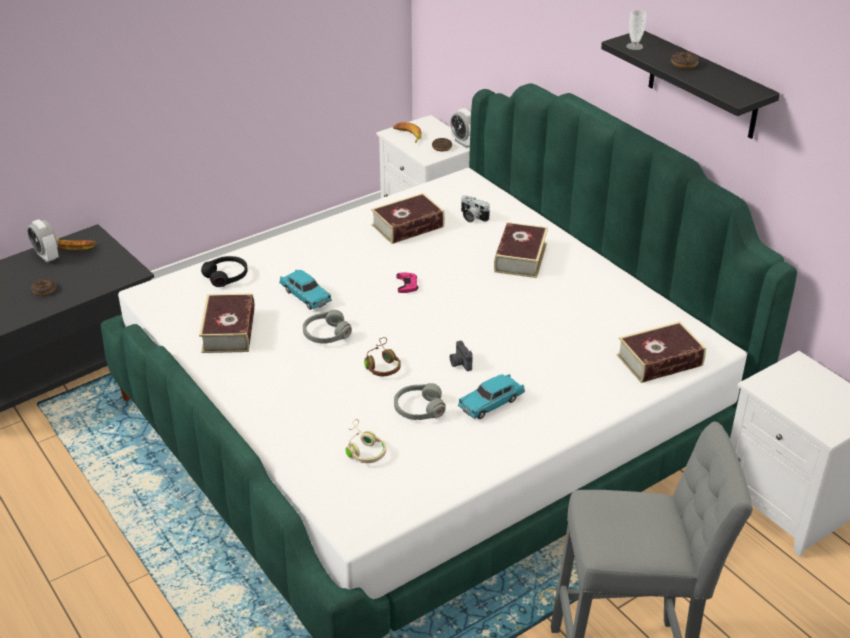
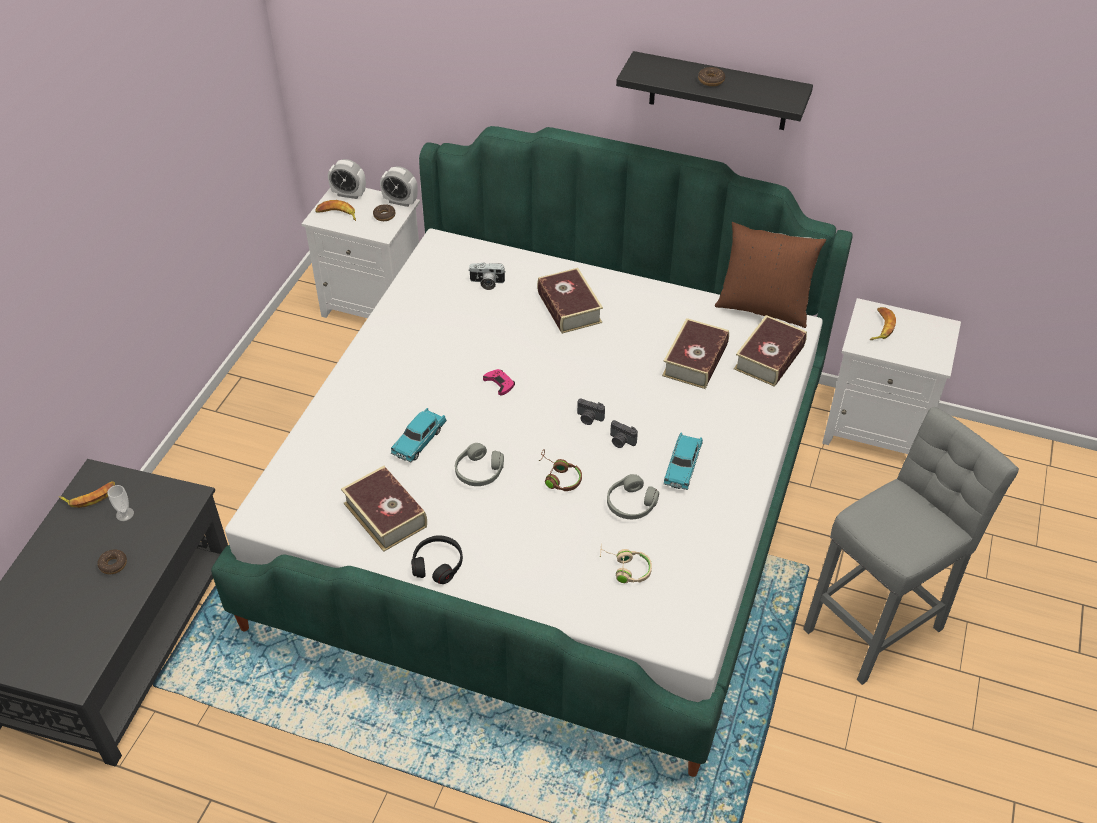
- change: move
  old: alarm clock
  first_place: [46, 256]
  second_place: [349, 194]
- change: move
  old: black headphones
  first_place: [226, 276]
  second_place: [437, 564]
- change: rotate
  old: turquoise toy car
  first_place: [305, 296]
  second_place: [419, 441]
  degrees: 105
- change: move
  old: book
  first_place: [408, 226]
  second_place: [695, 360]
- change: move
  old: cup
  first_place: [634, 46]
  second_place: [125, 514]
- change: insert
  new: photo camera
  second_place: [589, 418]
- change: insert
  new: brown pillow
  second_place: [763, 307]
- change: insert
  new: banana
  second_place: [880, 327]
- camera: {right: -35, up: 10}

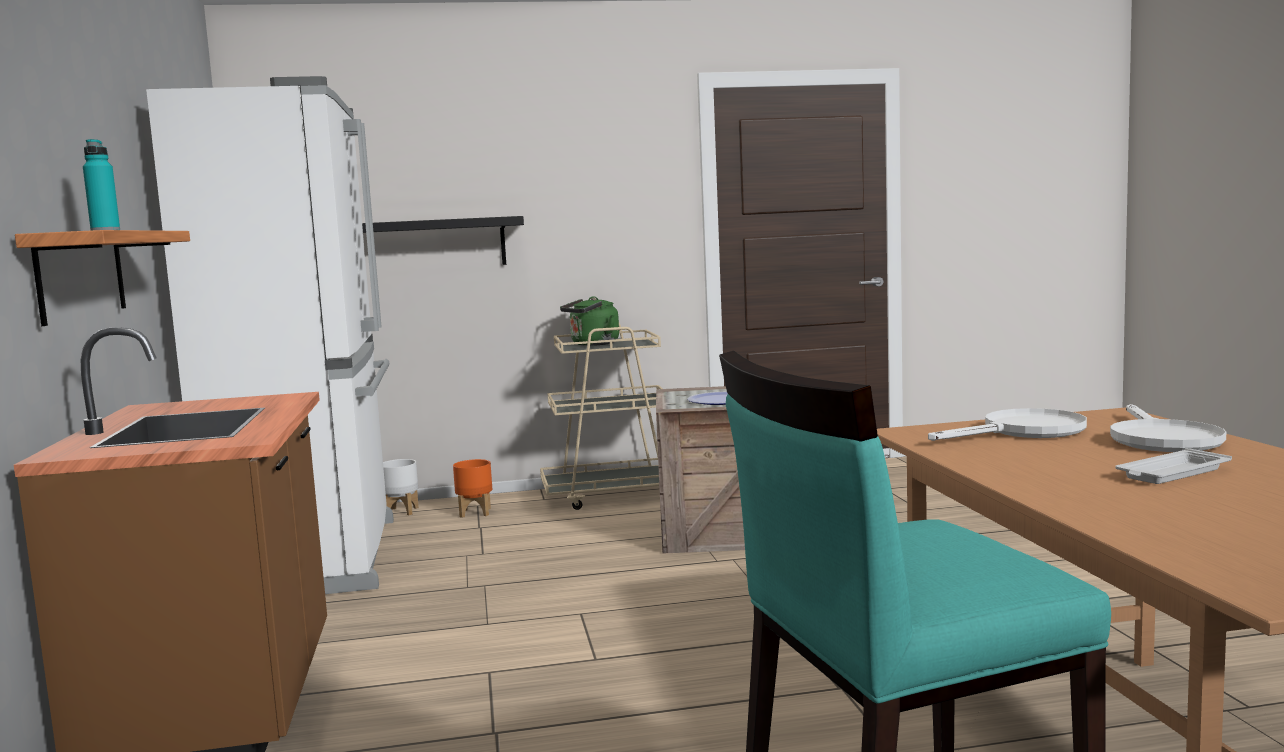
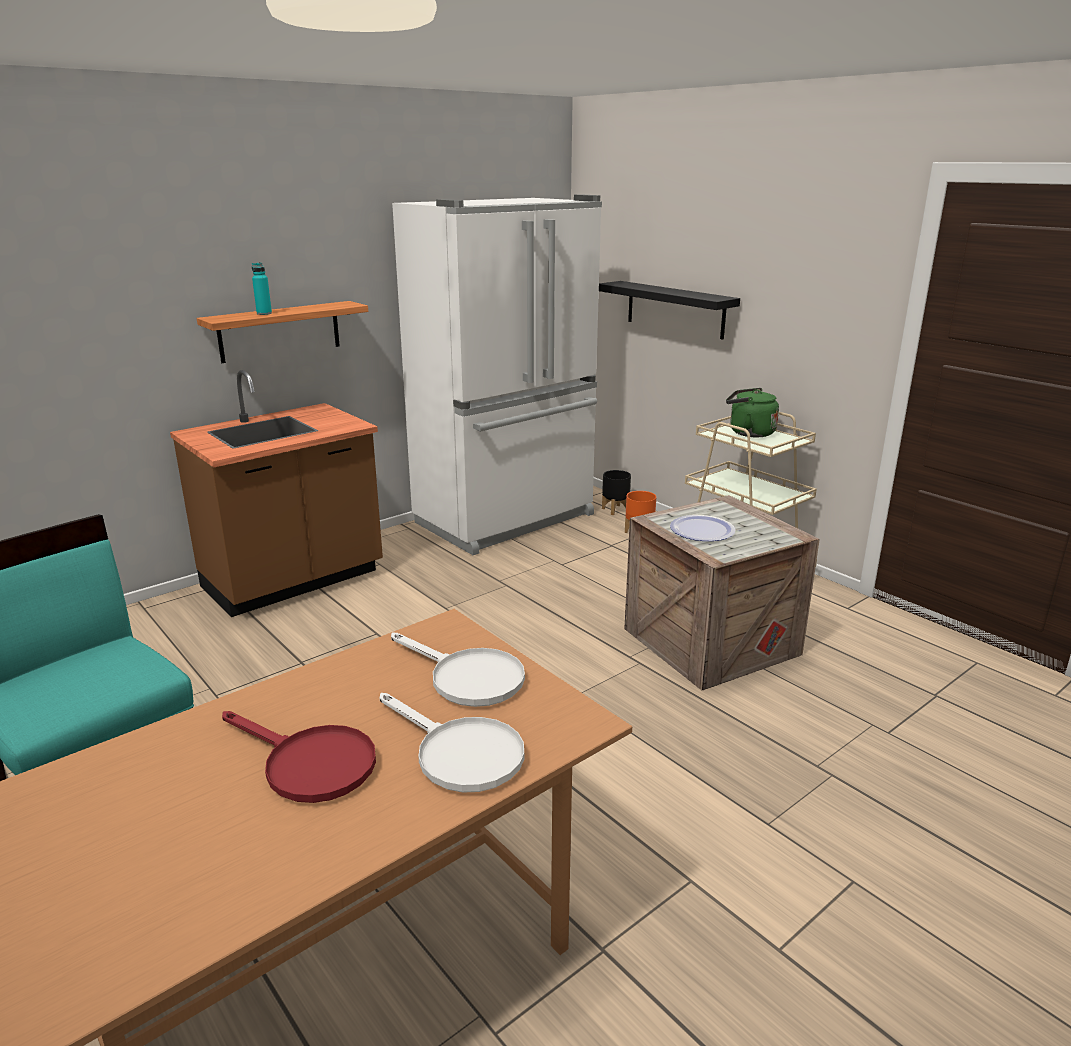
- change: recolor
  old: white planter
  new: black planter
  first_place: [401, 511]
  second_place: [616, 510]
- change: rotate
  old: white frying pan
  first_place: [1160, 439]
  second_place: [459, 753]
  degrees: -120
- change: replace
  old: white tray
  new: red frying pan
  first_place: [1171, 473]
  second_place: [309, 764]
- camera: {right: 60, up: 15}

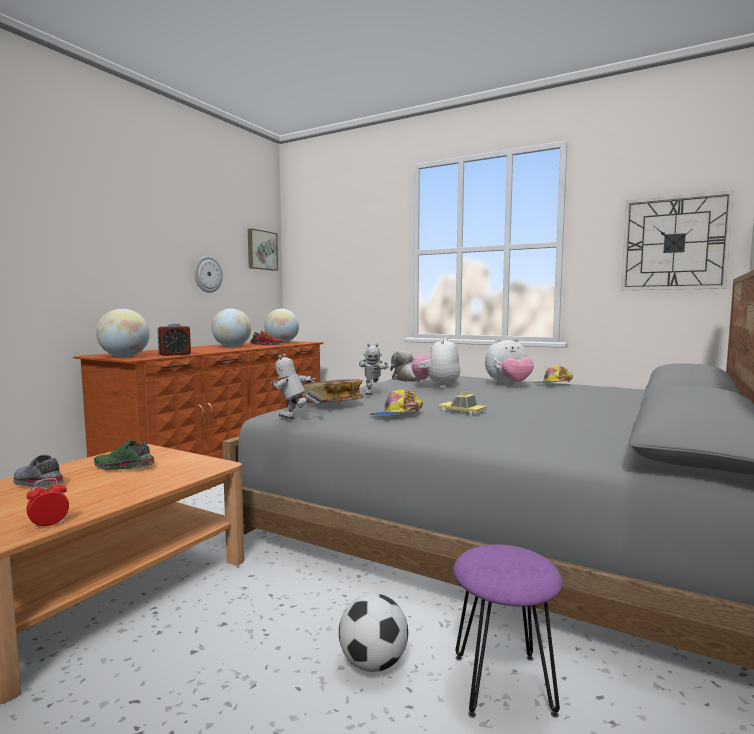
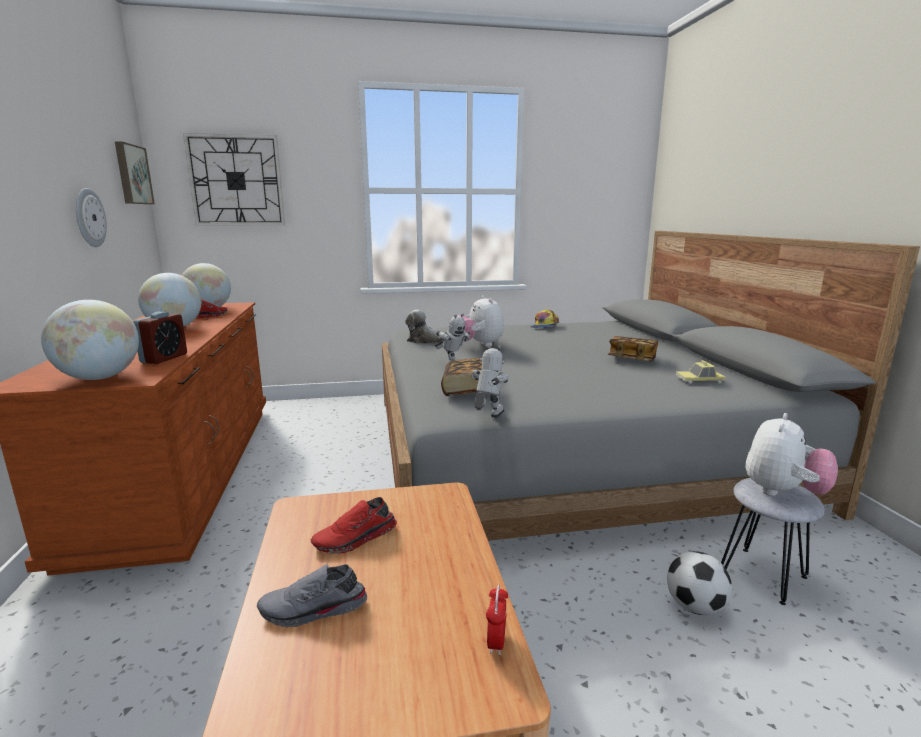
- change: recolor
  old: green shoe
  new: red shoe
  first_place: [123, 467]
  second_place: [356, 539]
- change: rotate
  old: toy robot
  first_place: [295, 420]
  second_place: [487, 418]
  degrees: 135
- change: delete
  old: cap
  first_place: [397, 415]
- change: move
  old: toy car
  first_place: [462, 412]
  second_place: [699, 380]
- change: recolor
  old: purple stool
  new: grey stool
  first_place: [503, 683]
  second_place: [761, 574]
- change: move
  old: plush toy
  first_place: [508, 385]
  second_place: [783, 492]
- change: move
  old: wall clock
  first_place: [674, 243]
  second_place: [236, 181]
- change: insert
  new: book
  second_place: [631, 359]
- camera: {right: -40, up: 10}

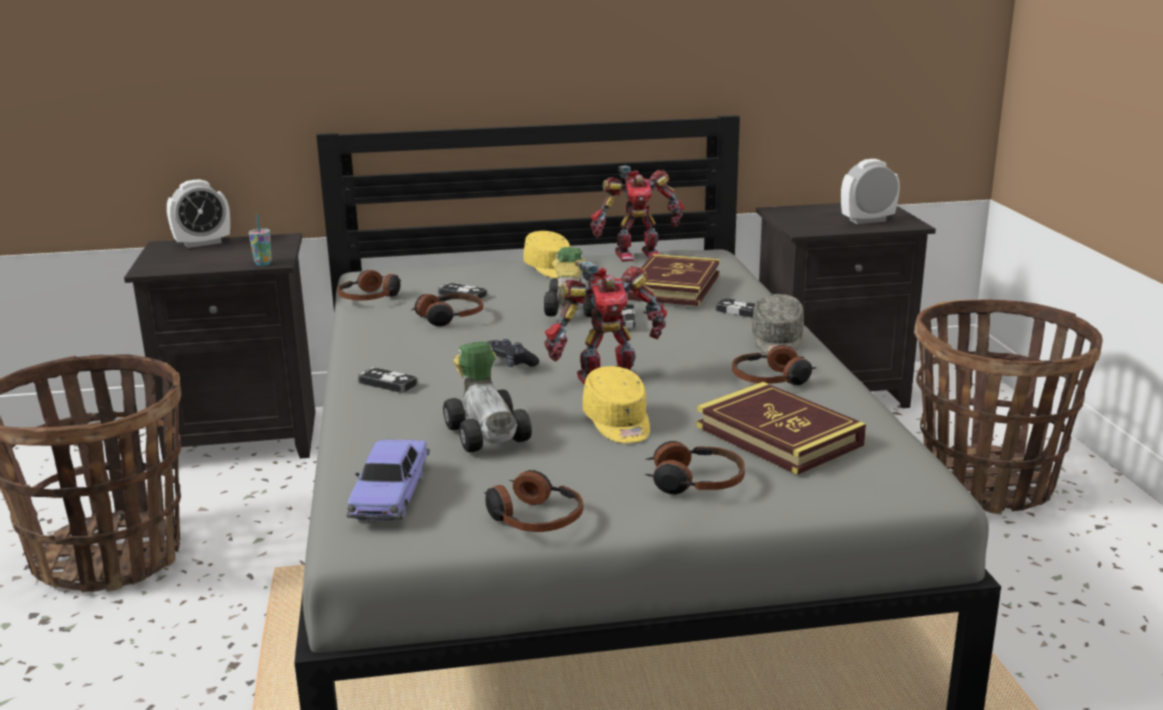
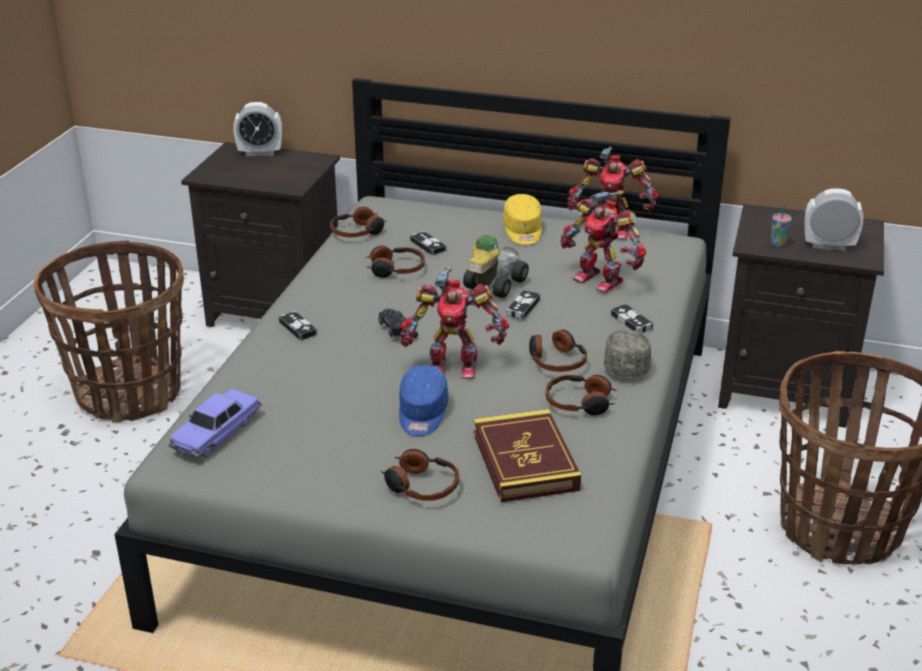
- change: move
  old: cup
  first_place: [263, 263]
  second_place: [777, 244]
- change: delete
  old: toy car
  first_place: [487, 431]
- change: move
  old: headphones
  first_place: [532, 518]
  second_place: [556, 360]
- change: recolor
  old: yellow cap
  new: blue cap
  first_place: [618, 423]
  second_place: [422, 413]
- change: replace
  old: book
  new: toy robot
  first_place: [674, 287]
  second_place: [600, 279]
- change: rotate
  old: grey cap
  first_place: [777, 342]
  second_place: [626, 363]
  degrees: 150
- camera: {right: 25, up: 10}

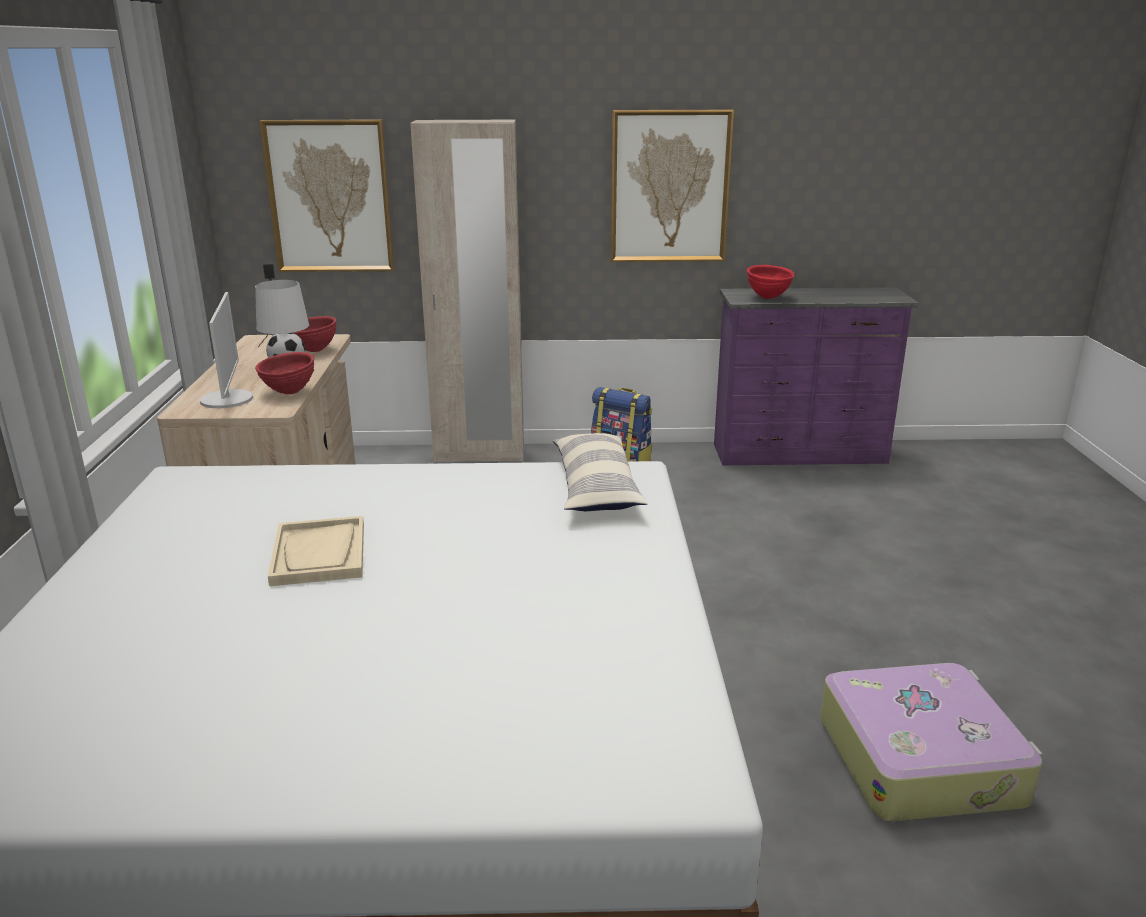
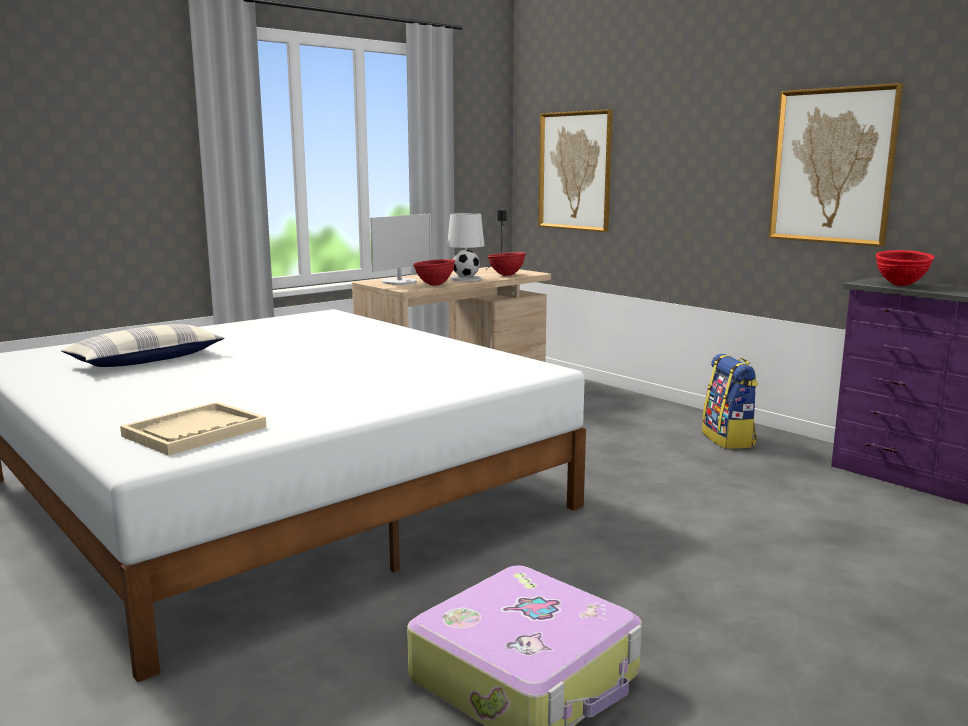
- change: move
  old: beige tray
  first_place: [319, 554]
  second_place: [195, 432]
- change: delete
  old: beige wardrobe
  first_place: [479, 454]
- change: move
  old: pillow
  first_place: [595, 487]
  second_place: [147, 360]
- camera: {right: 50, up: -10}

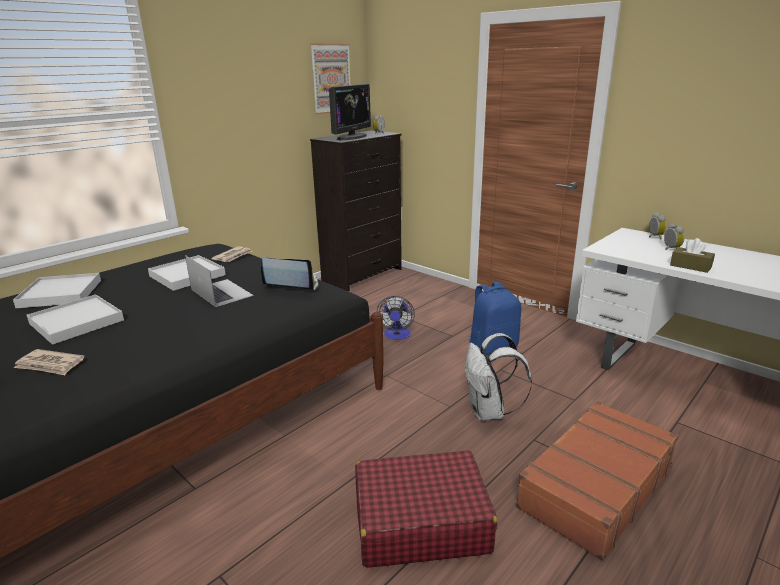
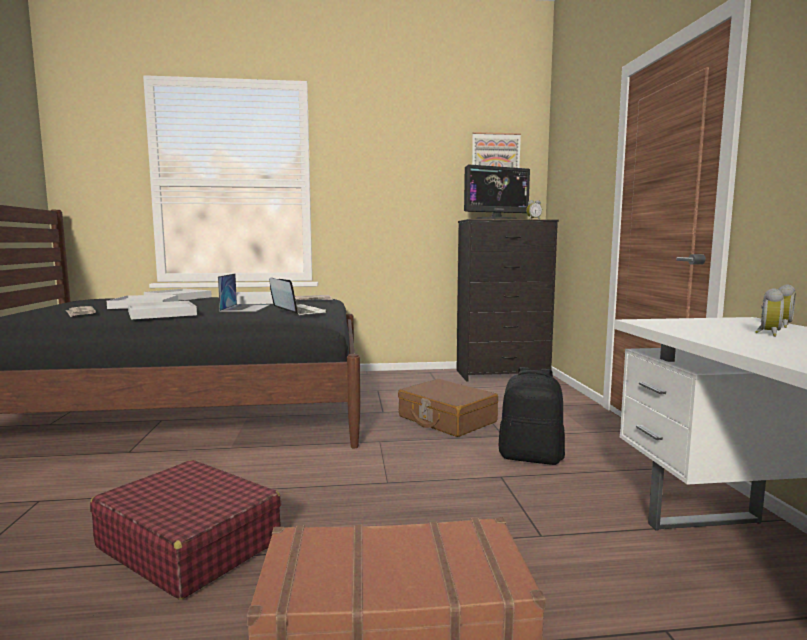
- change: replace
  old: fan
  new: brown suitcase
  first_place: [397, 336]
  second_place: [446, 420]
- change: delete
  old: white backpack
  first_place: [489, 412]
- change: recolor
  old: blue backpack
  new: black backpack
  first_place: [493, 347]
  second_place: [531, 457]
- change: delete
  old: brown tissue box
  first_place: [690, 266]
- change: insert
  new: white tray
  second_place: [162, 313]
- camera: {right: 40, up: -15}

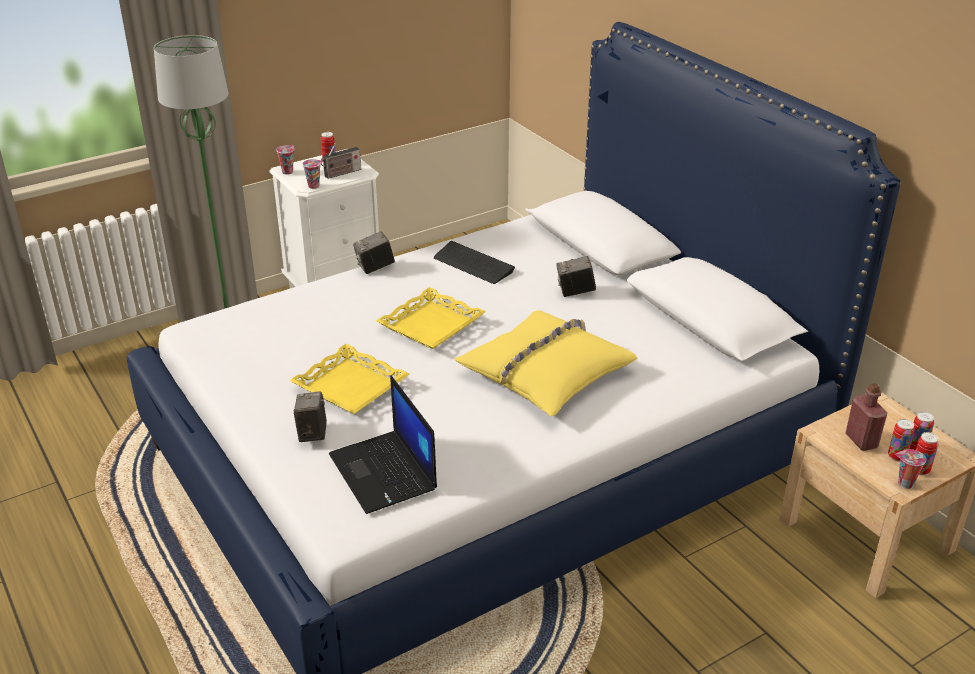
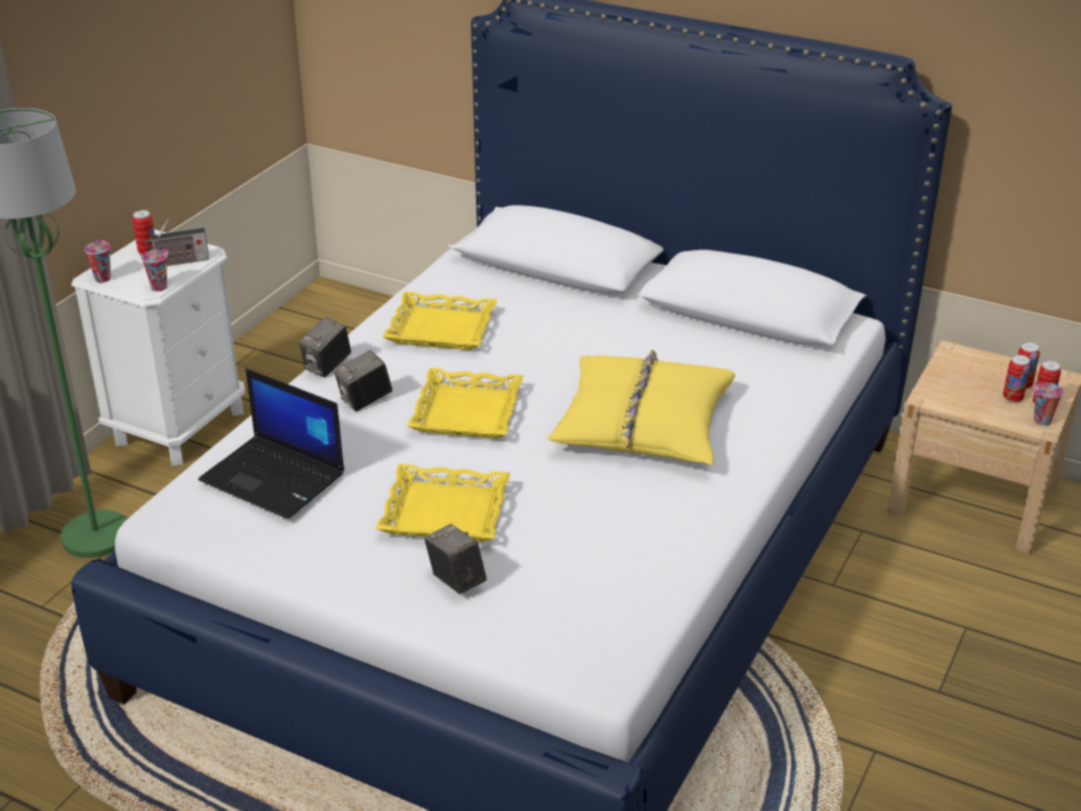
- change: rotate
  old: radio
  first_place: [341, 173]
  second_place: [179, 262]
  degrees: 45
- change: move
  old: laptop
  first_place: [384, 473]
  second_place: [275, 477]
- change: replace
  old: keyboard
  new: yellow tray
  first_place: [473, 264]
  second_place: [441, 328]
- change: move
  old: photo camera
  first_place: [575, 292]
  second_place: [365, 401]
- change: delete
  old: red bottle
  first_place: [861, 441]
- camera: {right: -30, up: 0}

